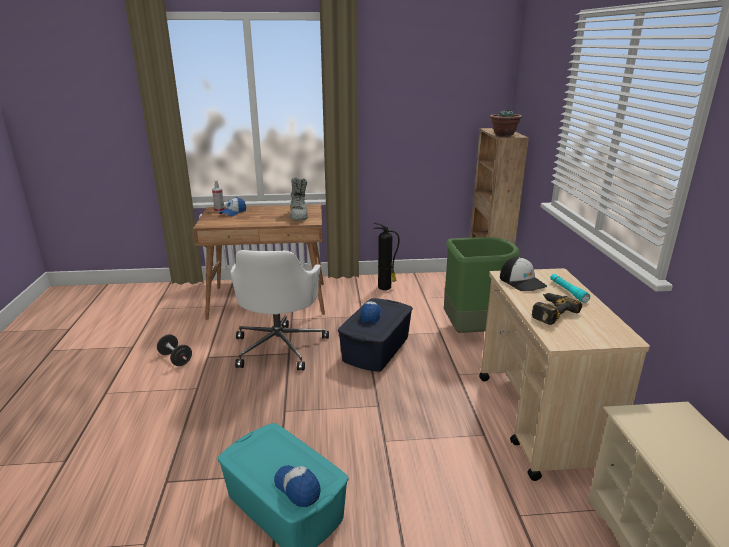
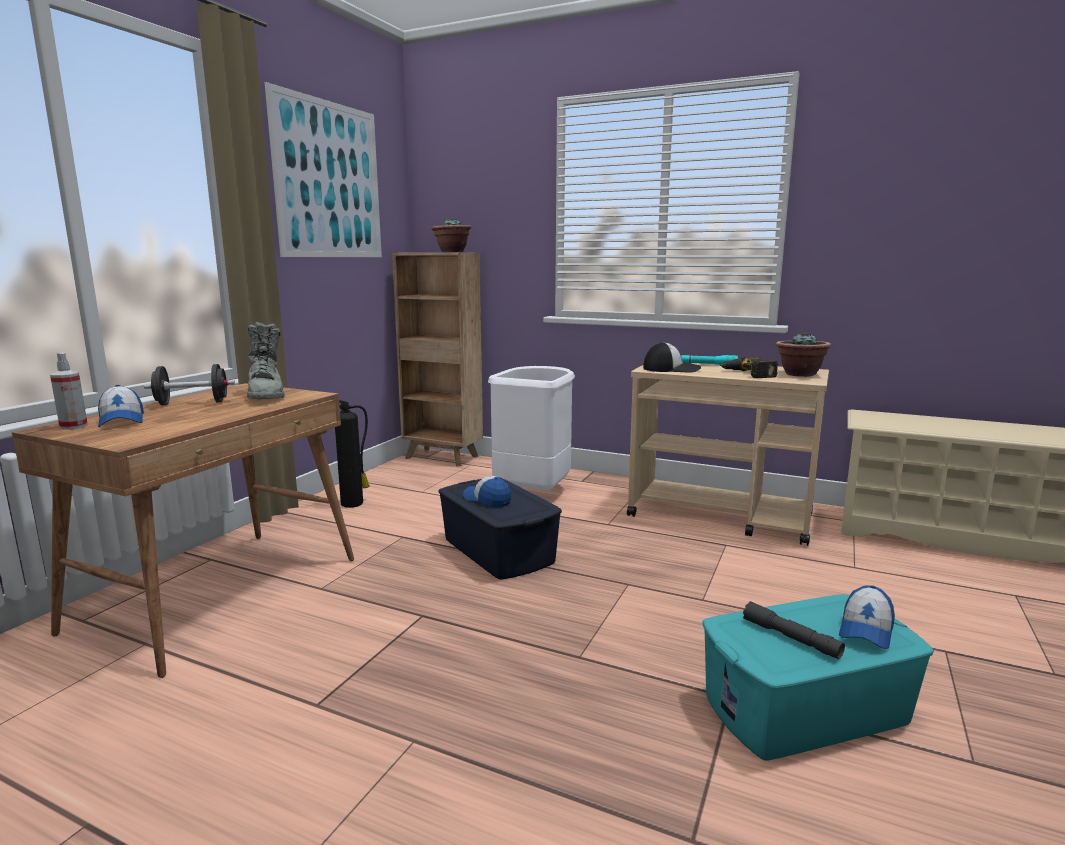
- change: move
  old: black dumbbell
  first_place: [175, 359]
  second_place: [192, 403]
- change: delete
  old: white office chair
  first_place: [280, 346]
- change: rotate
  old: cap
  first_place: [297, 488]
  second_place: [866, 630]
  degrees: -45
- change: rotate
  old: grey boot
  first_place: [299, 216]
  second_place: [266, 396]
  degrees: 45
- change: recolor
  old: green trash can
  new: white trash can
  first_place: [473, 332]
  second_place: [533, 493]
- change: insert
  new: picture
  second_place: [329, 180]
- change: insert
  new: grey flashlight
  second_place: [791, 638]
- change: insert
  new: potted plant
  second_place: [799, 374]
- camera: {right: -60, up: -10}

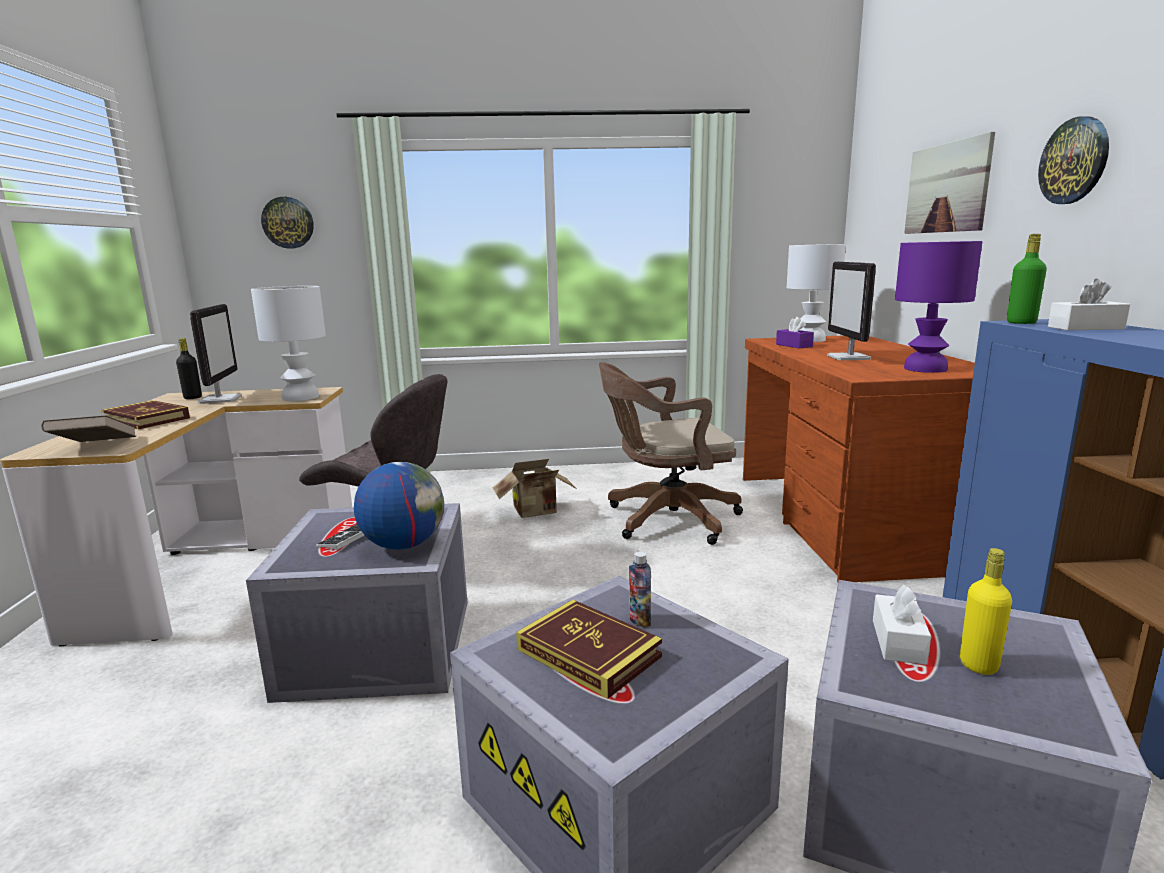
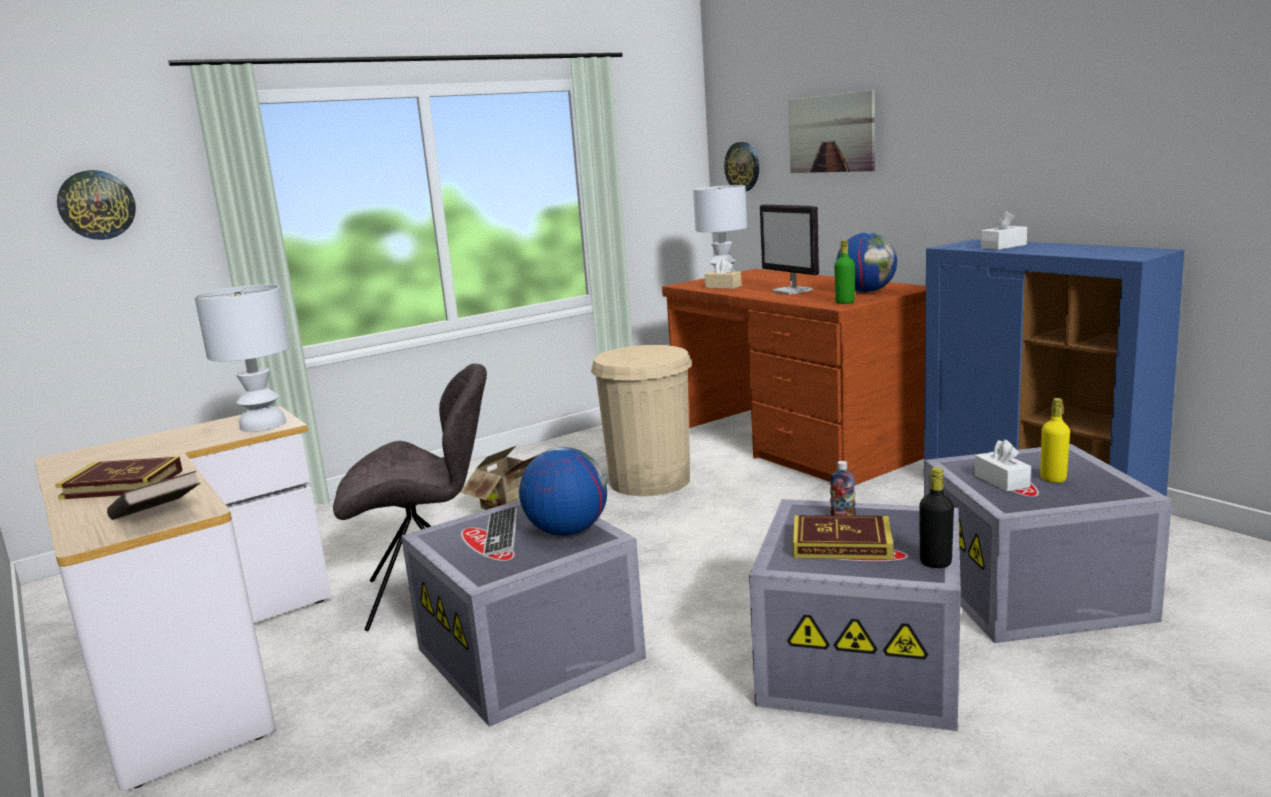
- change: move
  old: black bottle
  first_place: [193, 397]
  second_place: [935, 563]
- change: delete
  old: monitor
  first_place: [220, 399]
- change: replace
  old: brown office chair
  new: beige trash can
  first_place: [665, 519]
  second_place: [650, 481]
- change: recolor
  old: purple tissue box
  new: beige tissue box
  first_place: [794, 345]
  second_place: [723, 287]
- change: replace
  old: purple table lamp
  new: globe
  first_place: [925, 368]
  second_place: [866, 292]
- change: move
  old: green bottle
  first_place: [1021, 322]
  second_place: [845, 302]
- change: move
  old: wall clock
  first_place: [1074, 161]
  second_place: [742, 166]
- camera: {right: -30, up: 0}

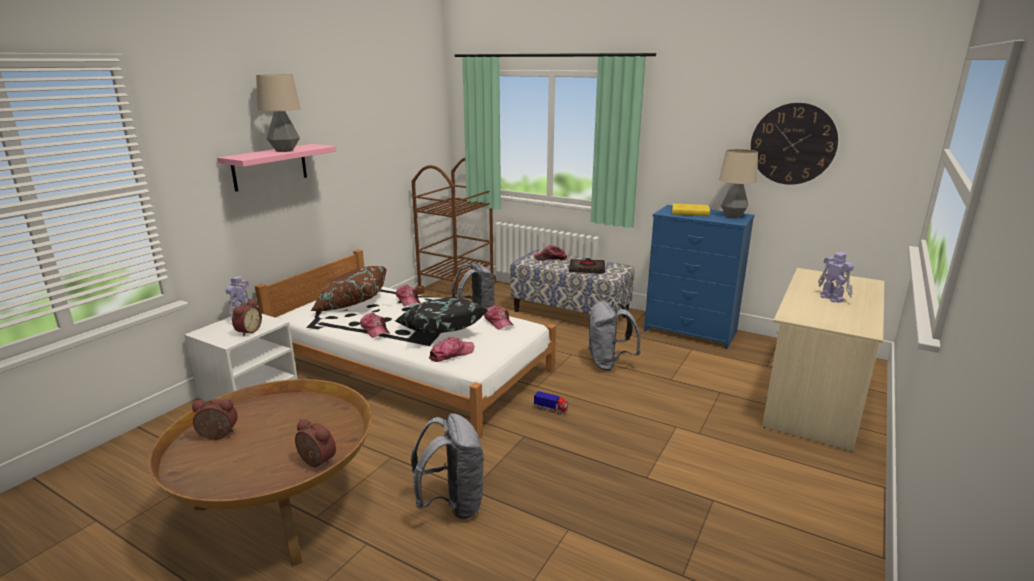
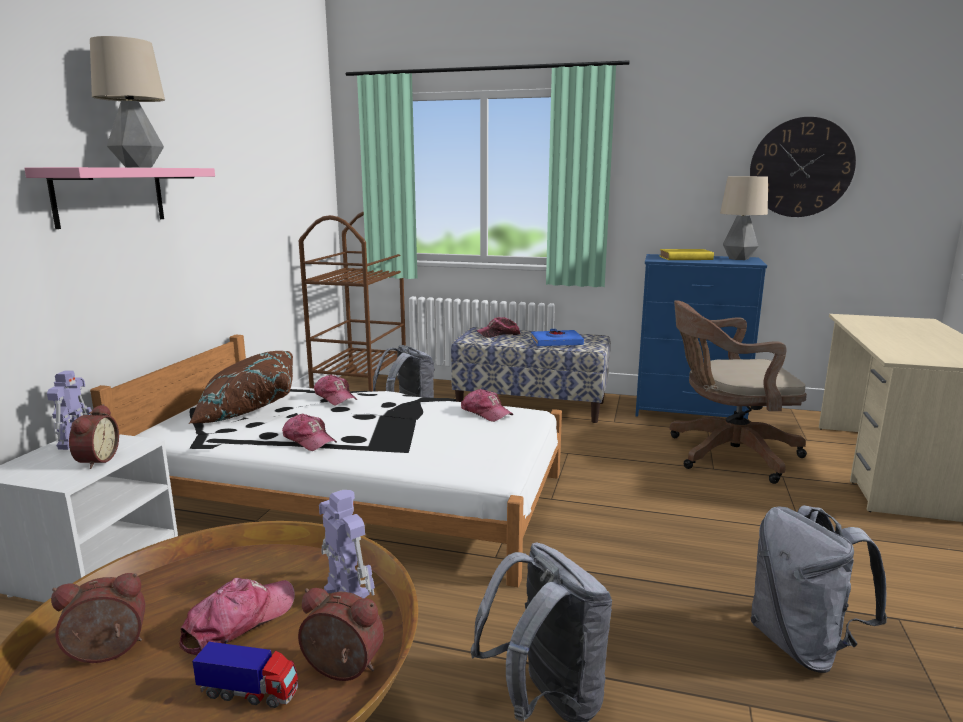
- change: delete
  old: black pillow
  first_place: [440, 331]
- change: move
  old: cap
  first_place: [451, 354]
  second_place: [238, 621]
- change: move
  old: toy truck
  first_place: [551, 409]
  second_place: [249, 693]
- change: recolor
  old: black book
  new: blue book
  first_place: [587, 269]
  second_place: [556, 342]
- change: move
  old: grey backpack
  first_place: [609, 363]
  second_place: [802, 645]
- change: move
  old: toy robot
  first_place: [831, 298]
  second_place: [346, 591]
- change: insert
  new: brown office chair
  second_place: [726, 454]
- camera: {right: -15, up: -5}

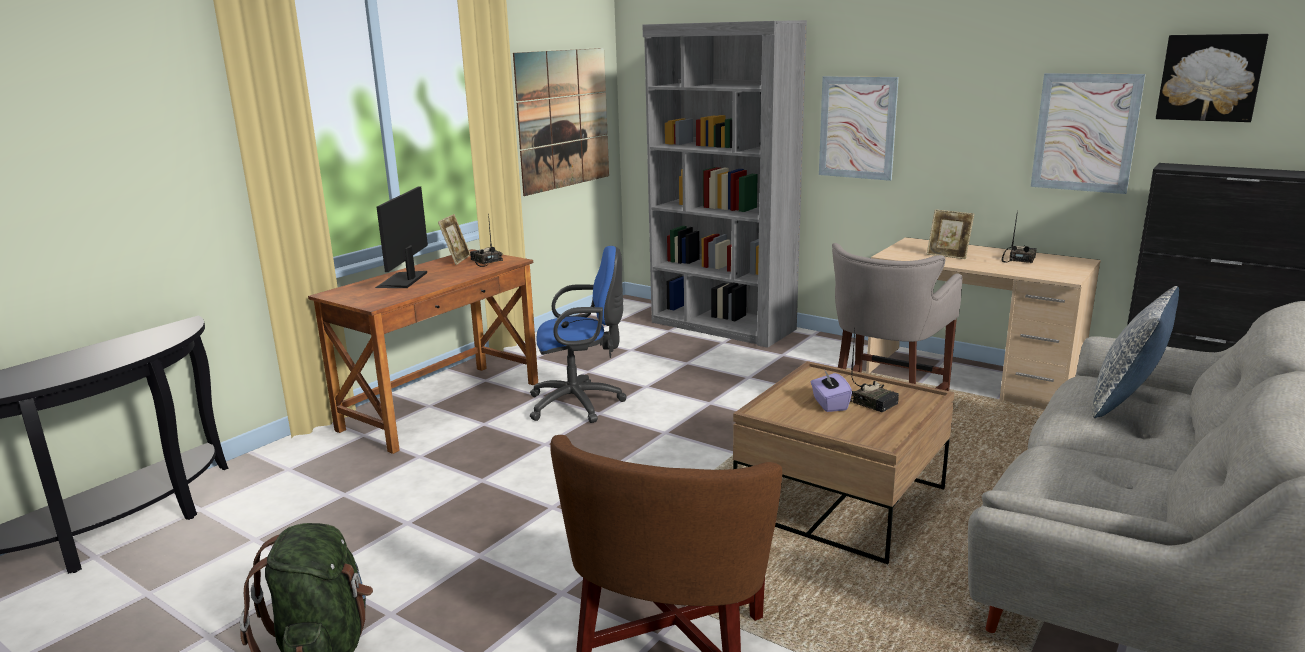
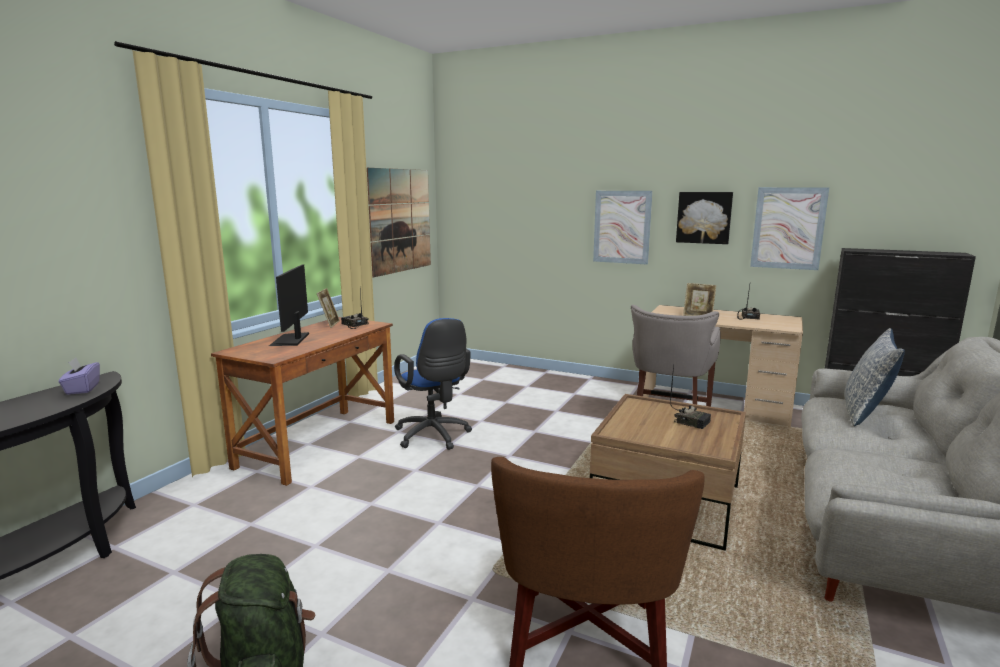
- change: rotate
  old: blue office chair
  first_place: [581, 404]
  second_place: [434, 436]
  degrees: 75
- change: delete
  old: grey bookcase
  first_place: [722, 326]
- change: move
  old: purple tissue box
  first_place: [829, 404]
  second_place: [82, 389]
- change: move
  old: picture
  first_place: [1210, 77]
  second_place: [704, 217]
- camera: {right: -10, up: -5}

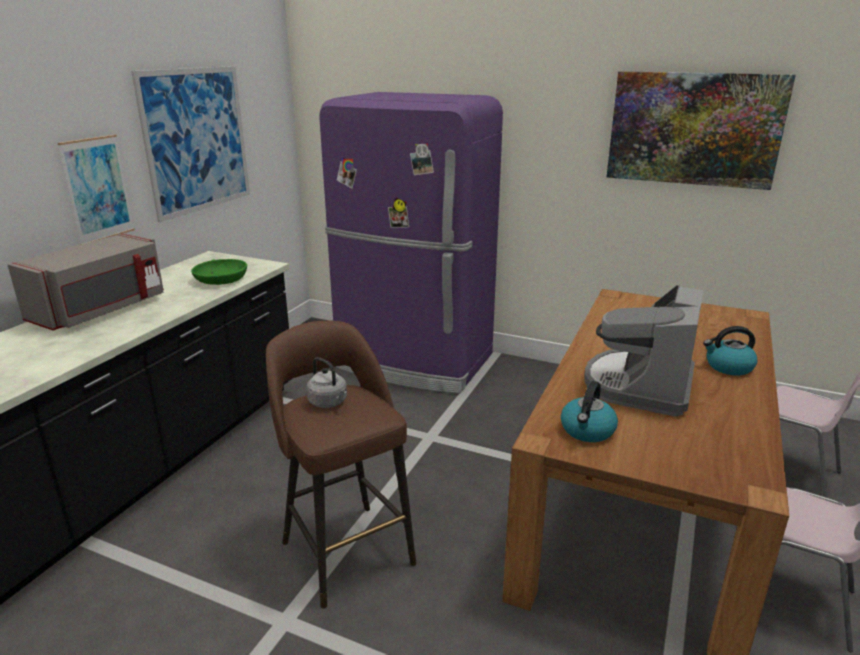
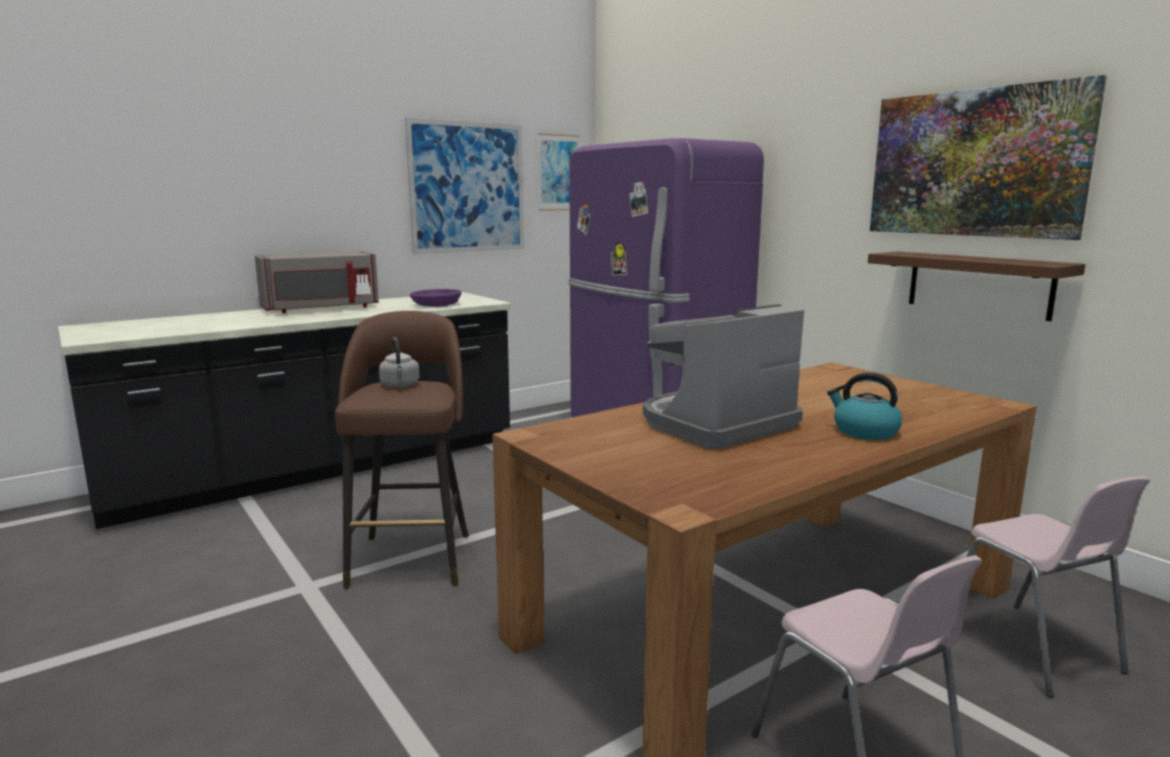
- change: move
  old: picture
  first_place: [98, 189]
  second_place: [559, 172]
- change: recolor
  old: green bowl
  new: purple bowl
  first_place: [221, 279]
  second_place: [436, 304]
- change: delete
  old: kettle
  first_place: [587, 431]
- change: insert
  new: brown shelf
  second_place: [978, 284]
- camera: {right: 30, up: -10}

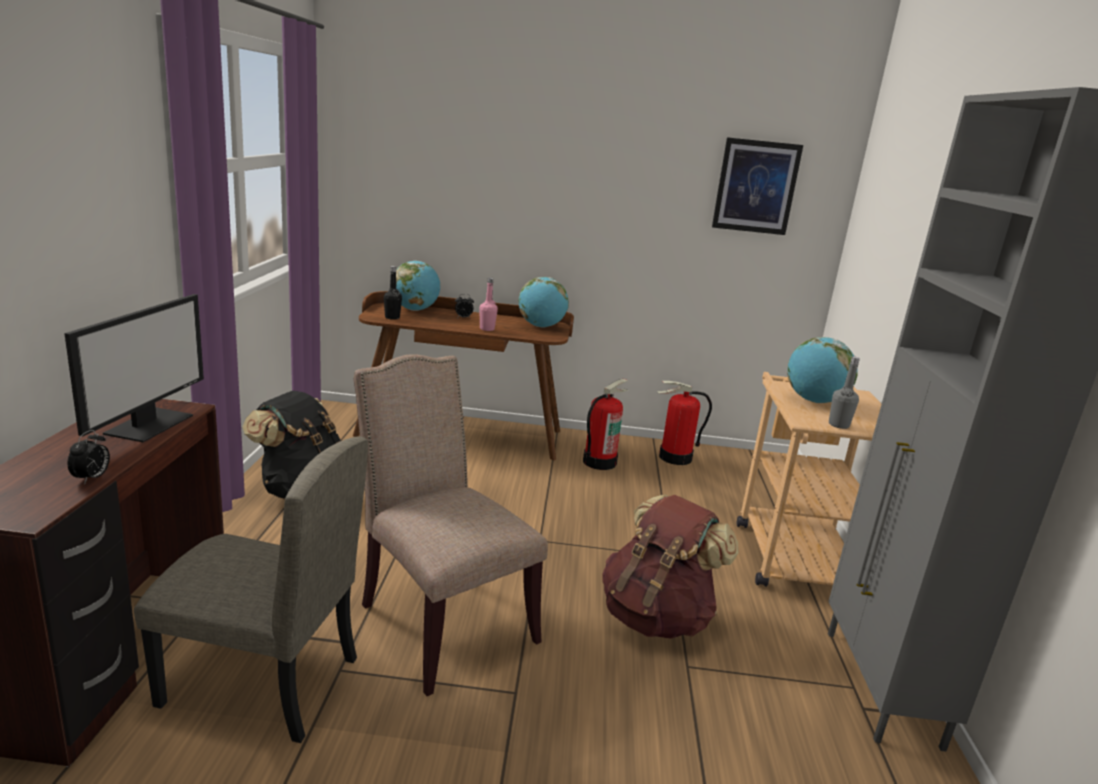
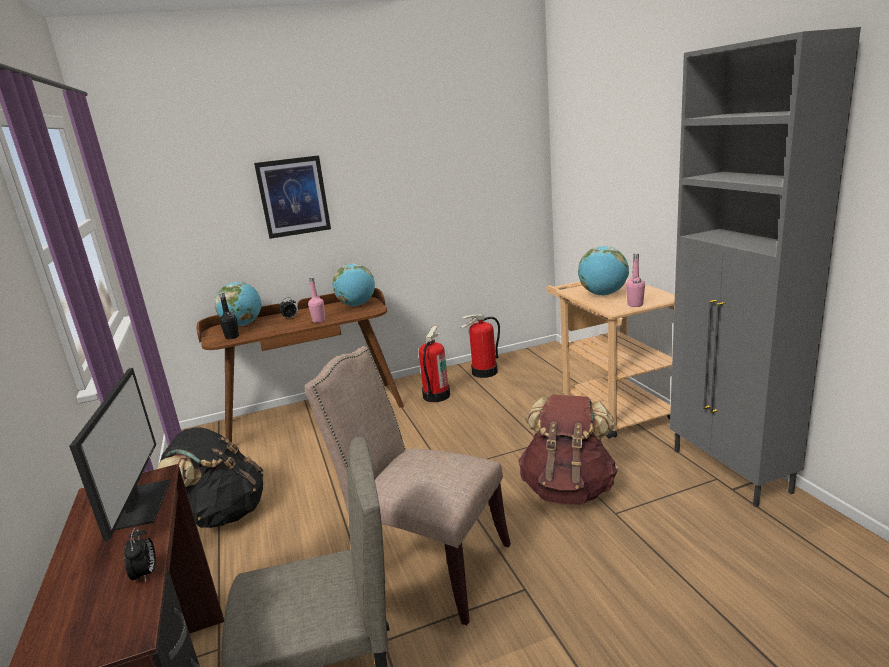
- change: move
  old: picture
  first_place: [756, 186]
  second_place: [293, 197]
- change: recolor
  old: grey bottle
  new: pink bottle
  first_place: [838, 425]
  second_place: [635, 305]
- camera: {right: -20, up: 0}

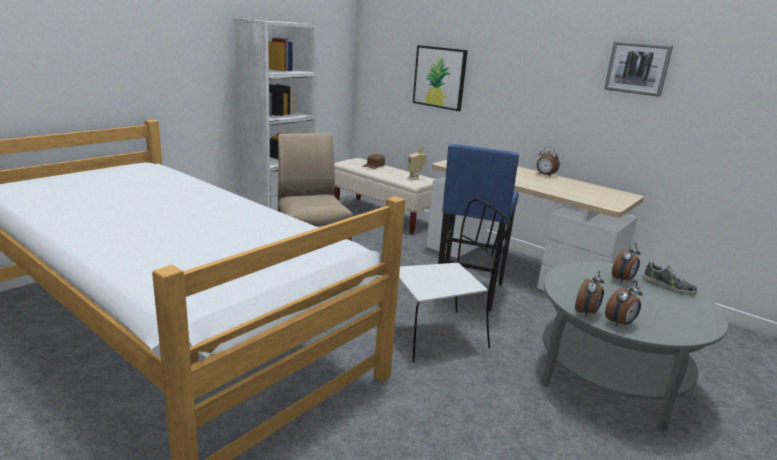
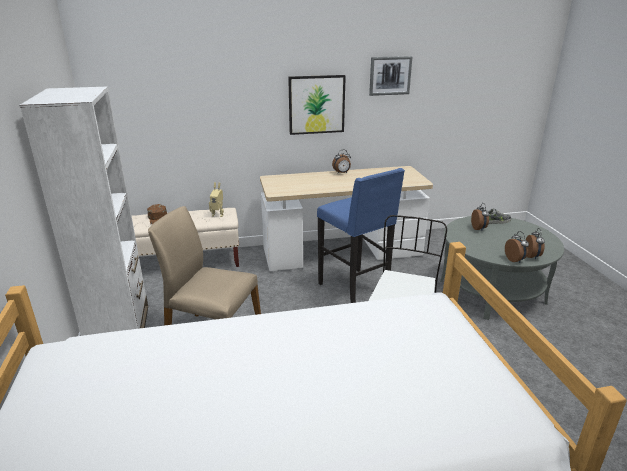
- change: move
  old: picture
  first_place: [439, 77]
  second_place: [316, 104]
- camera: {right: -50, up: 5}

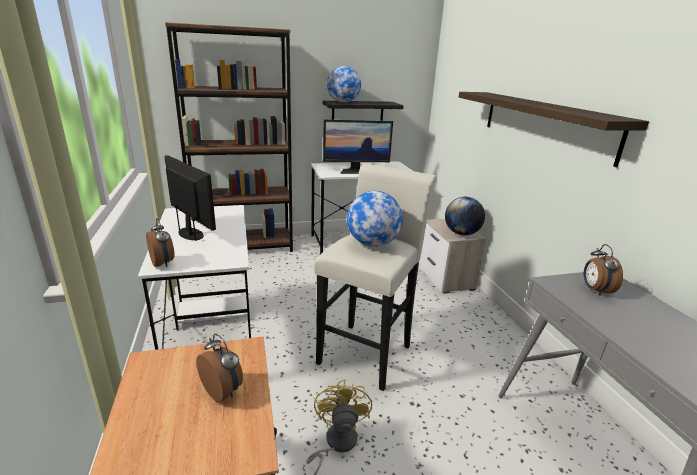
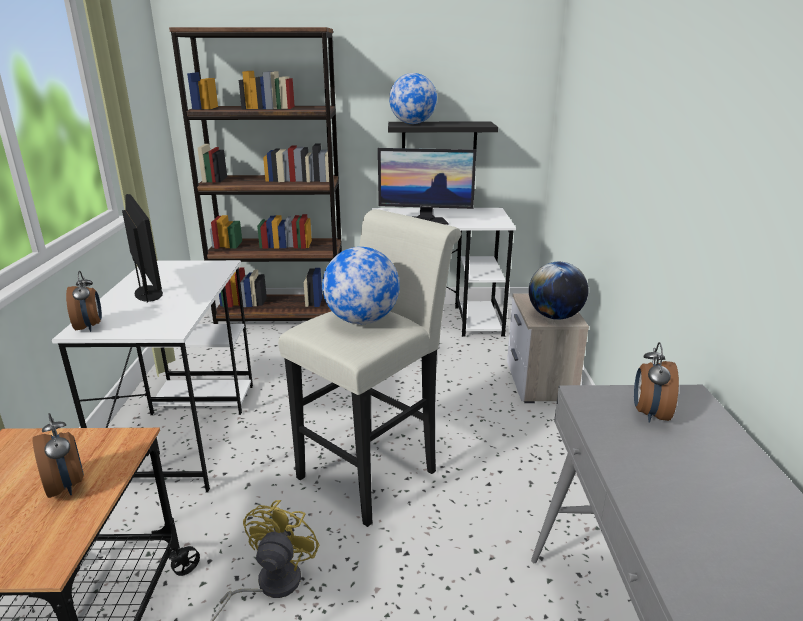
- change: delete
  old: shelf
  first_place: [544, 123]
- camera: {right: 15, up: 0}

